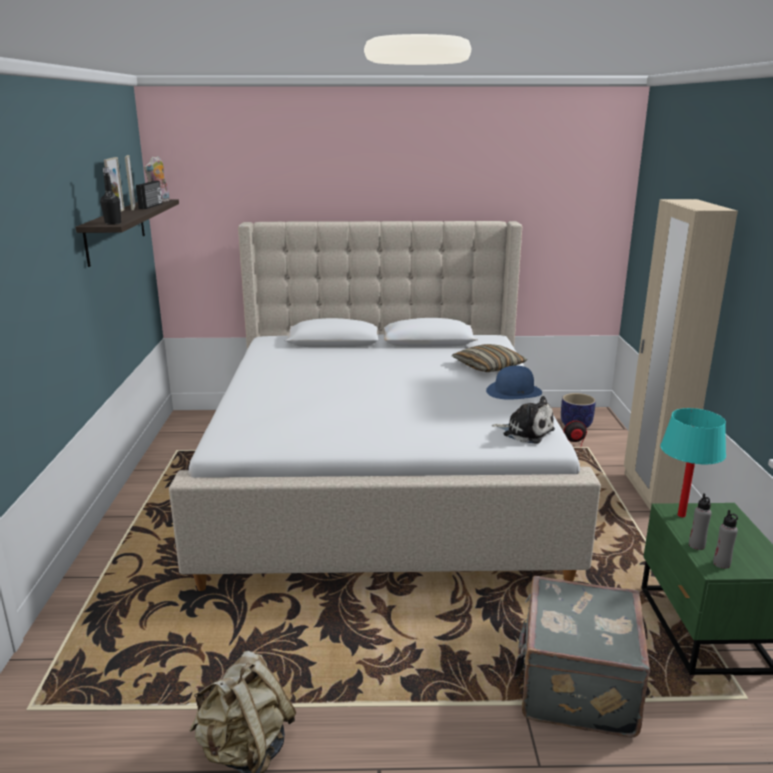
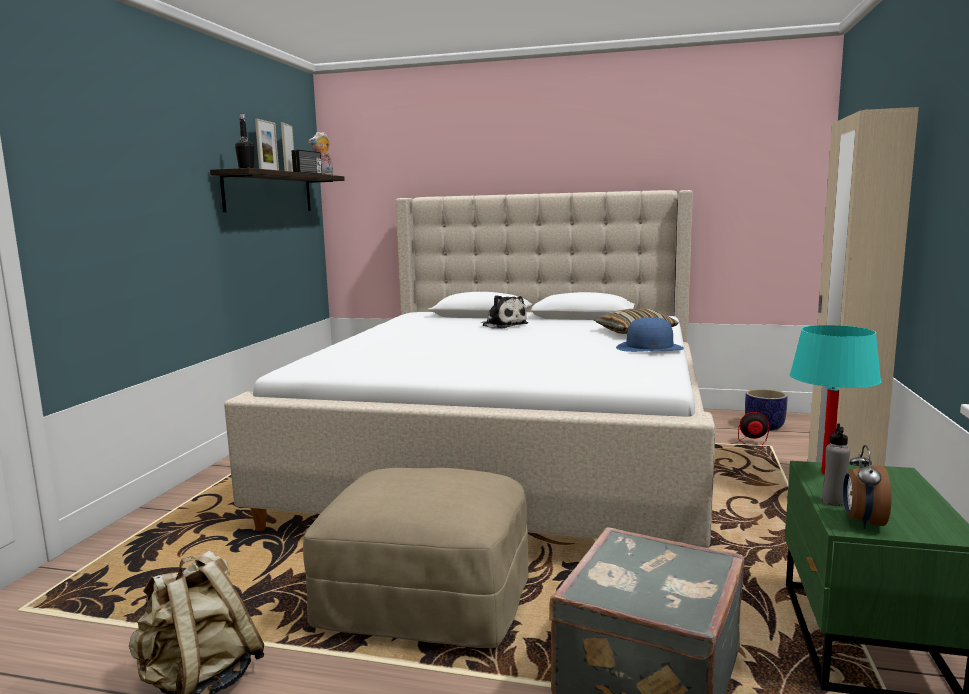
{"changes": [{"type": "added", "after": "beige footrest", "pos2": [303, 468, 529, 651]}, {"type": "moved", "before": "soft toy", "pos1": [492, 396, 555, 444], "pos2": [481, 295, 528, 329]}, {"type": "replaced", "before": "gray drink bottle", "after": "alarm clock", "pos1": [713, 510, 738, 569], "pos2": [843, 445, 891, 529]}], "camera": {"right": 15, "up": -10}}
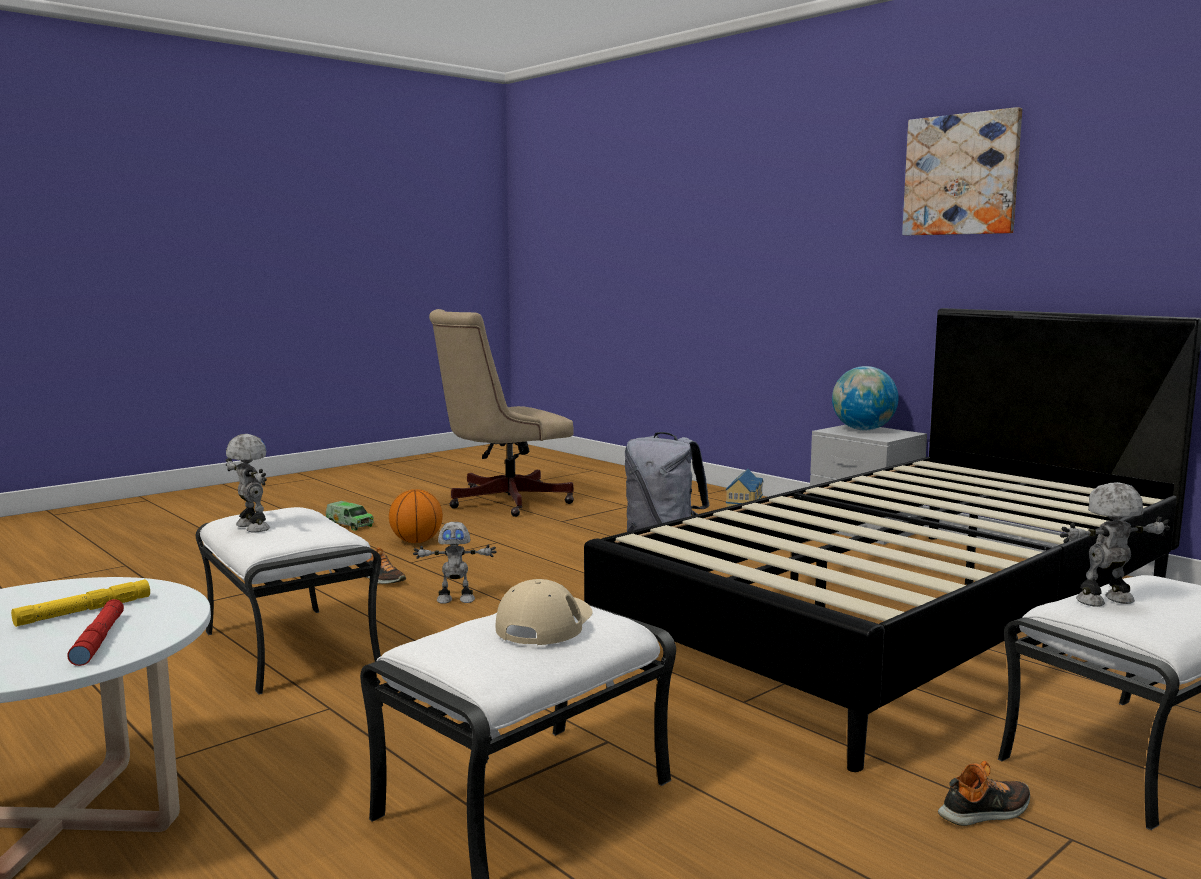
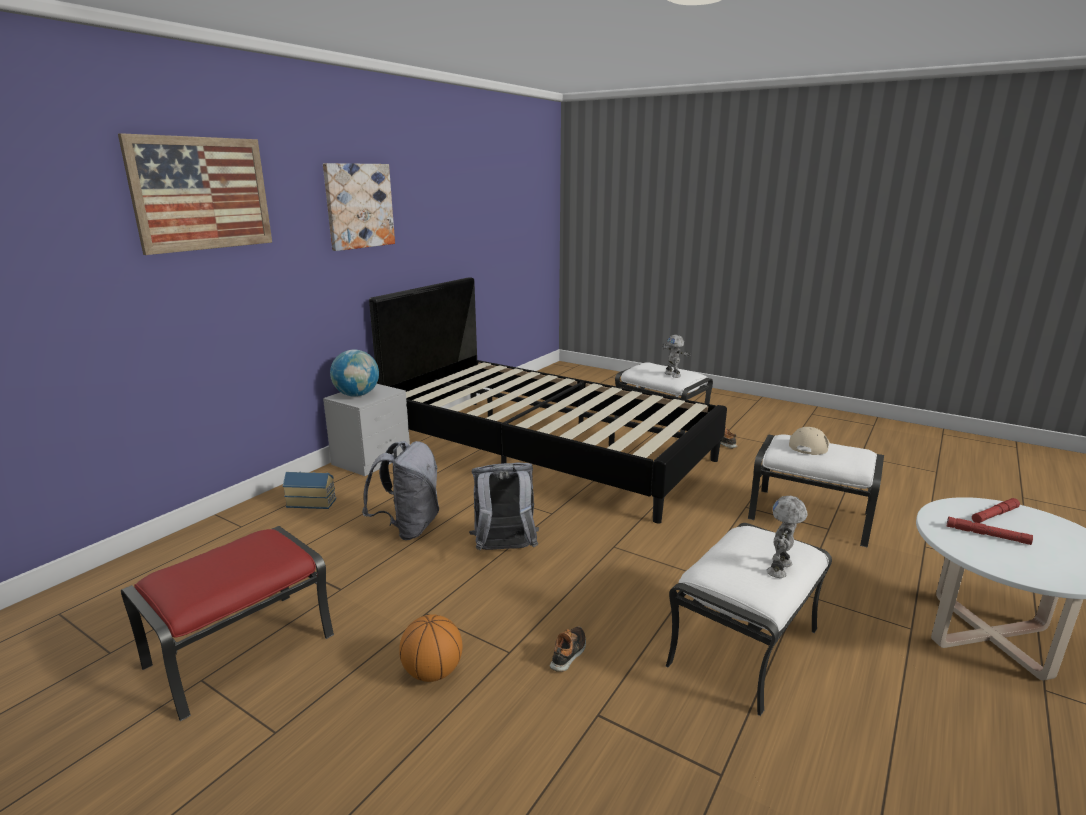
{"changes": [{"type": "added", "after": "picture", "pos2": [118, 133, 272, 255]}, {"type": "replaced", "before": "beige office chair", "after": "red footrest", "pos1": [429, 309, 574, 517], "pos2": [121, 526, 334, 721]}, {"type": "added", "after": "gray knapsack", "pos2": [469, 463, 539, 550]}, {"type": "turned", "before": "beige cap", "pos1": [496, 579, 593, 645], "pos2": [789, 427, 830, 455], "turn": 120}, {"type": "recoloured", "before": "yellow hand torch", "after": "red hand torch", "pos1": [11, 579, 150, 627], "pos2": [947, 517, 1033, 545]}, {"type": "removed", "before": "model truck", "pos1": [326, 501, 374, 531]}, {"type": "removed", "before": "model robot", "pos1": [413, 522, 497, 604]}], "camera": {"right": -105, "up": 10}}
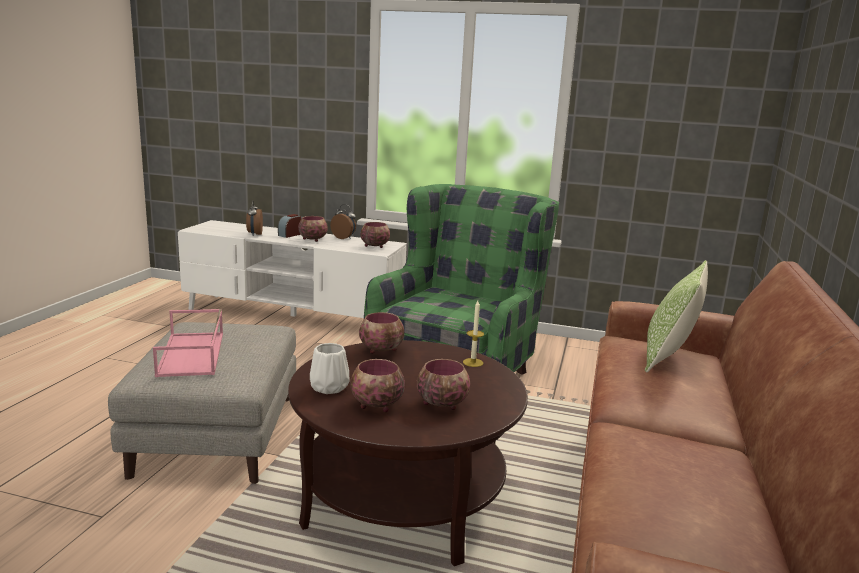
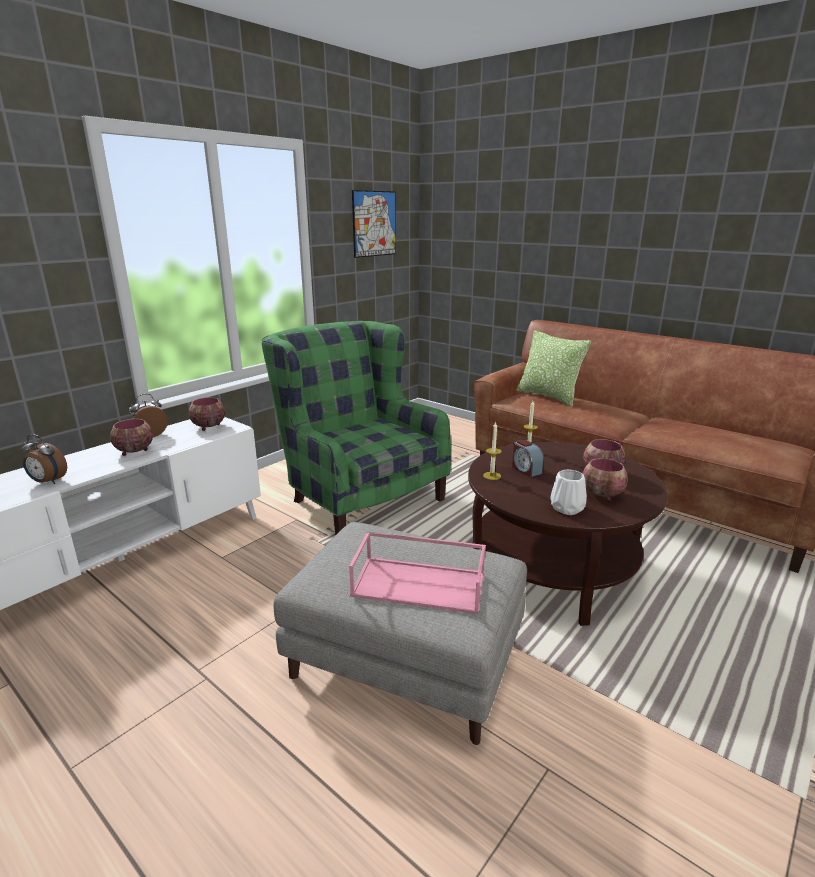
{"changes": [{"type": "added", "after": "picture", "pos2": [352, 190, 396, 258]}, {"type": "replaced", "before": "bowl", "after": "wax candle", "pos1": [359, 312, 404, 354], "pos2": [483, 421, 501, 480]}, {"type": "moved", "before": "alarm clock", "pos1": [278, 214, 301, 238], "pos2": [512, 440, 544, 477]}], "camera": {"right": -65, "up": 5}}
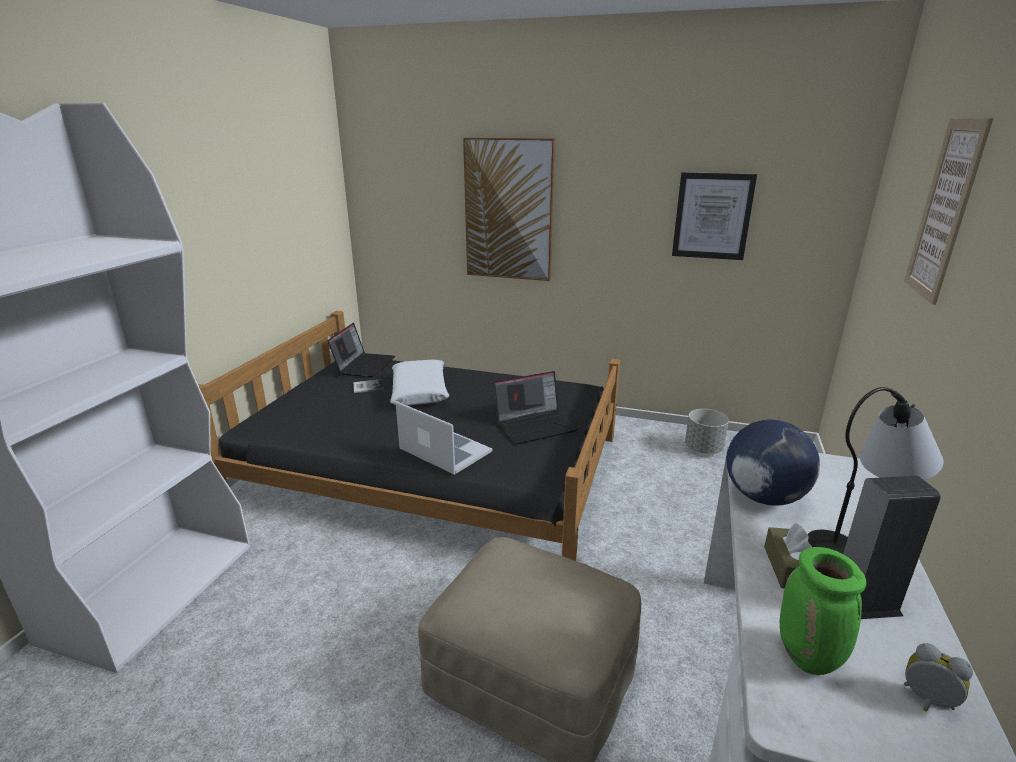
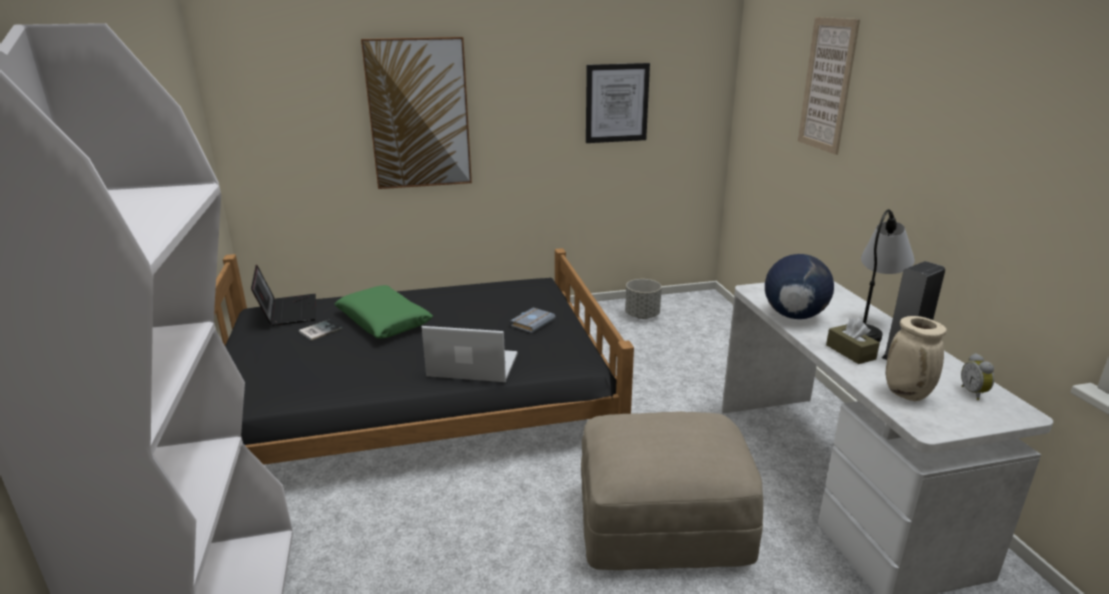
{"changes": [{"type": "recoloured", "before": "whitish cushion", "after": "green cushion", "pos1": [390, 360, 449, 405], "pos2": [334, 285, 433, 339]}, {"type": "replaced", "before": "portable computer", "after": "gray book", "pos1": [494, 371, 578, 444], "pos2": [510, 307, 556, 333]}, {"type": "recoloured", "before": "green decorative vase", "after": "beige decorative vase", "pos1": [780, 547, 866, 675], "pos2": [886, 316, 947, 401]}, {"type": "turned", "before": "alarm clock", "pos1": [904, 643, 973, 712], "pos2": [961, 353, 994, 400], "turn": -105}], "camera": {"right": -30, "up": 0}}
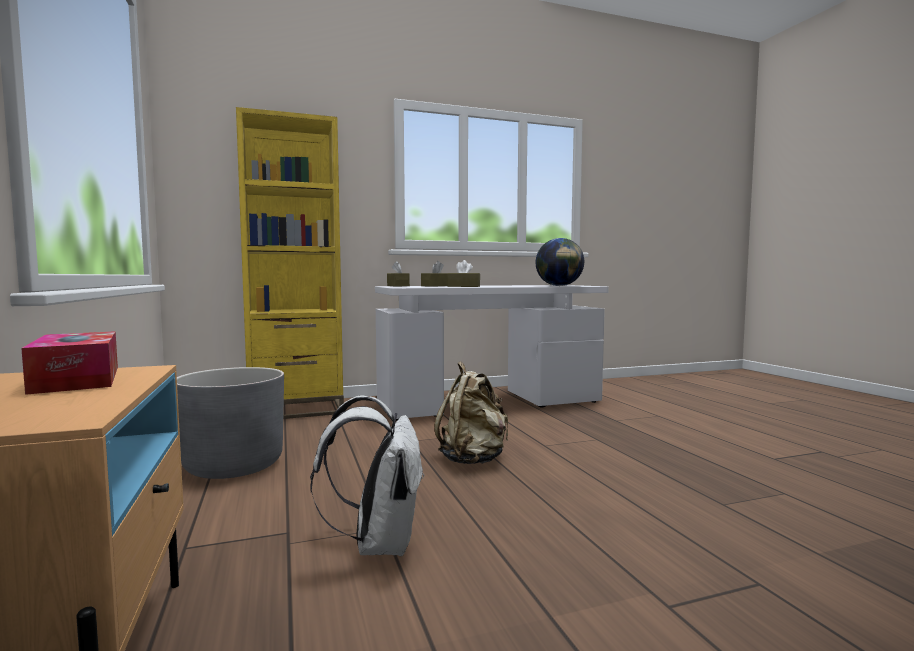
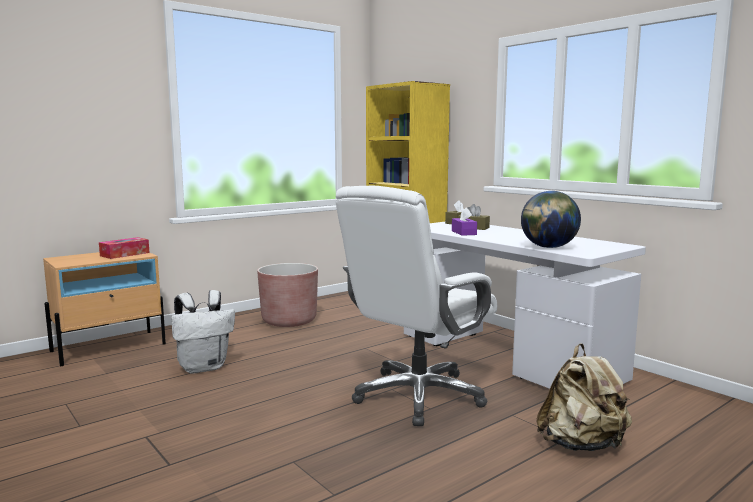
{"changes": [{"type": "recoloured", "before": "gray planter", "after": "brown-coloured planter", "pos1": [177, 367, 284, 479], "pos2": [257, 263, 318, 327]}, {"type": "added", "after": "whitish office chair", "pos2": [336, 186, 497, 426]}, {"type": "recoloured", "before": "brown-coloured box of tissues", "after": "purple-coloured box of tissues", "pos1": [447, 260, 480, 287], "pos2": [452, 208, 477, 236]}, {"type": "moved", "before": "beige knapsack", "pos1": [434, 362, 508, 464], "pos2": [536, 343, 632, 451]}], "camera": {"right": 70, "up": 5}}
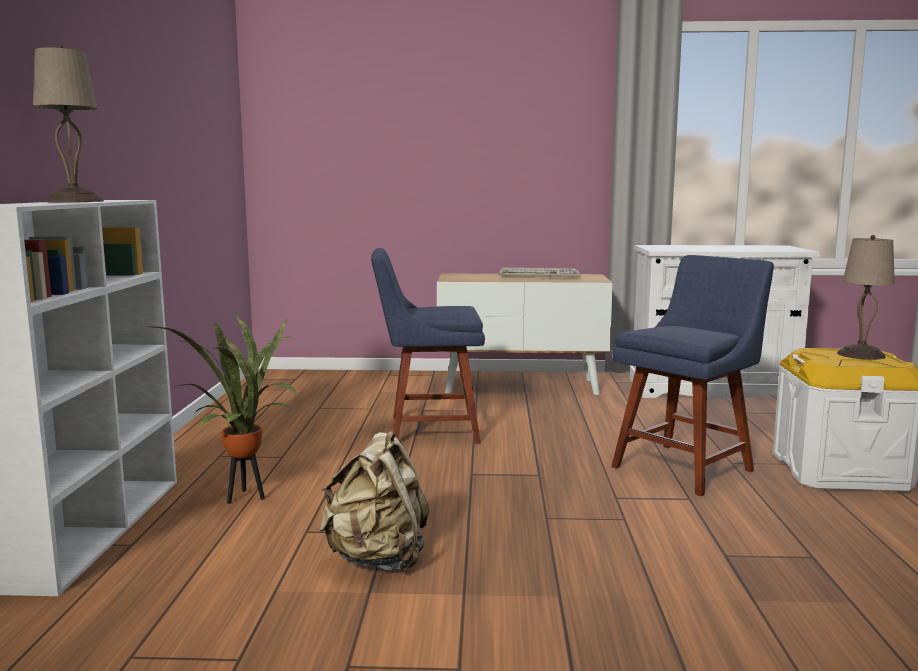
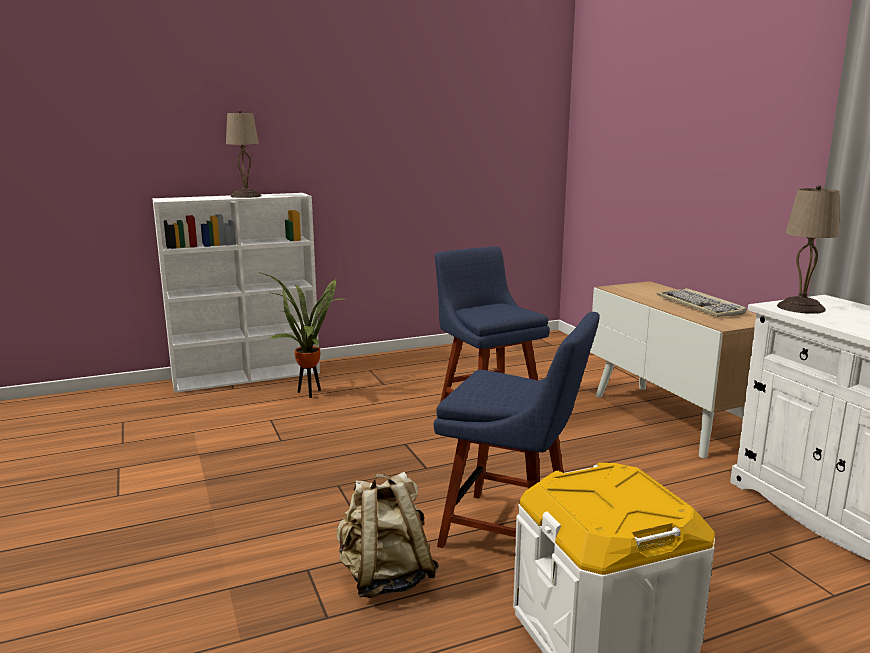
{"changes": [{"type": "moved", "before": "beige knapsack", "pos1": [319, 431, 429, 572], "pos2": [337, 472, 439, 598]}, {"type": "moved", "before": "beige lamp for a table", "pos1": [837, 235, 895, 360], "pos2": [777, 185, 840, 314]}], "camera": {"right": 65, "up": 5}}
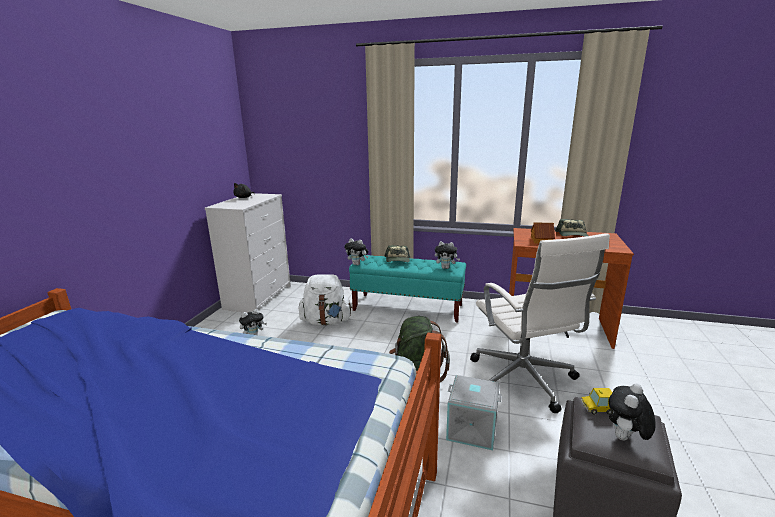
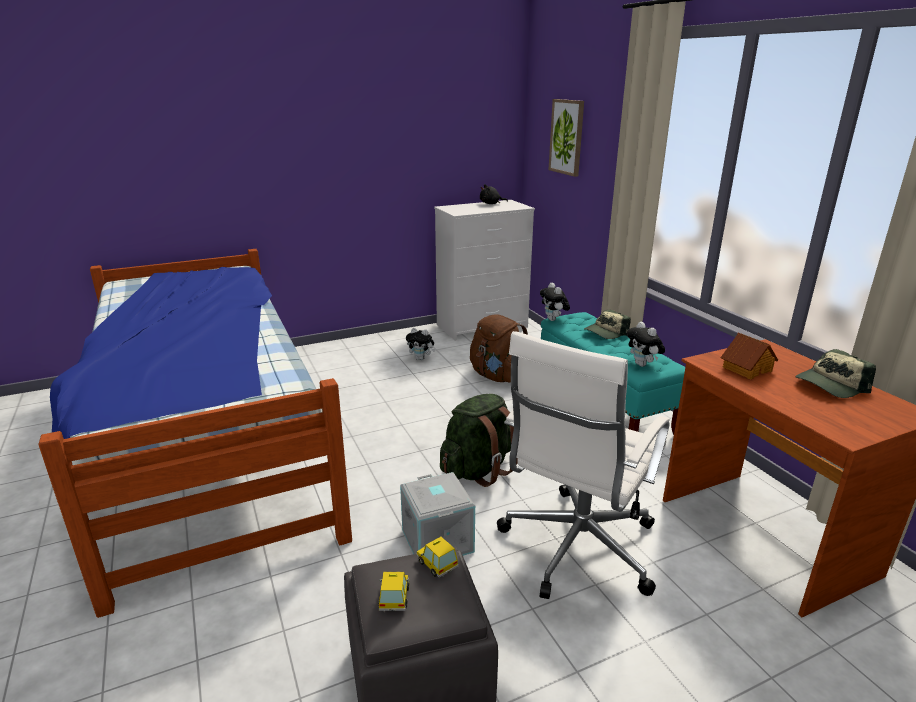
{"changes": [{"type": "replaced", "before": "soft toy", "after": "miniature car", "pos1": [609, 384, 656, 441], "pos2": [378, 572, 410, 612]}, {"type": "recoloured", "before": "whitish knapsack", "after": "brown-coloured knapsack", "pos1": [299, 274, 352, 326], "pos2": [470, 314, 528, 383]}, {"type": "added", "after": "picture", "pos2": [548, 99, 584, 177]}], "camera": {"right": 50, "up": 5}}
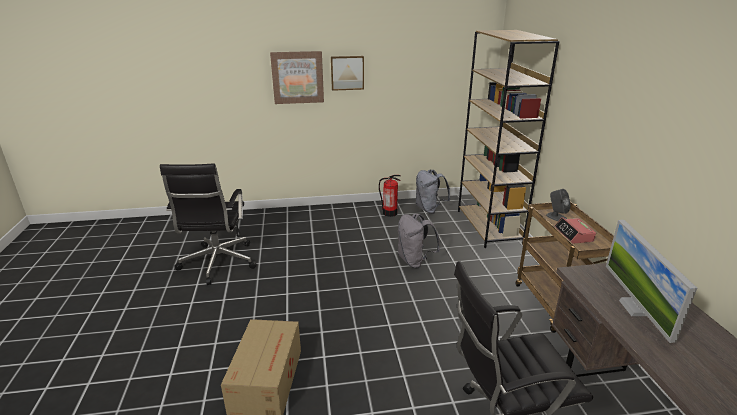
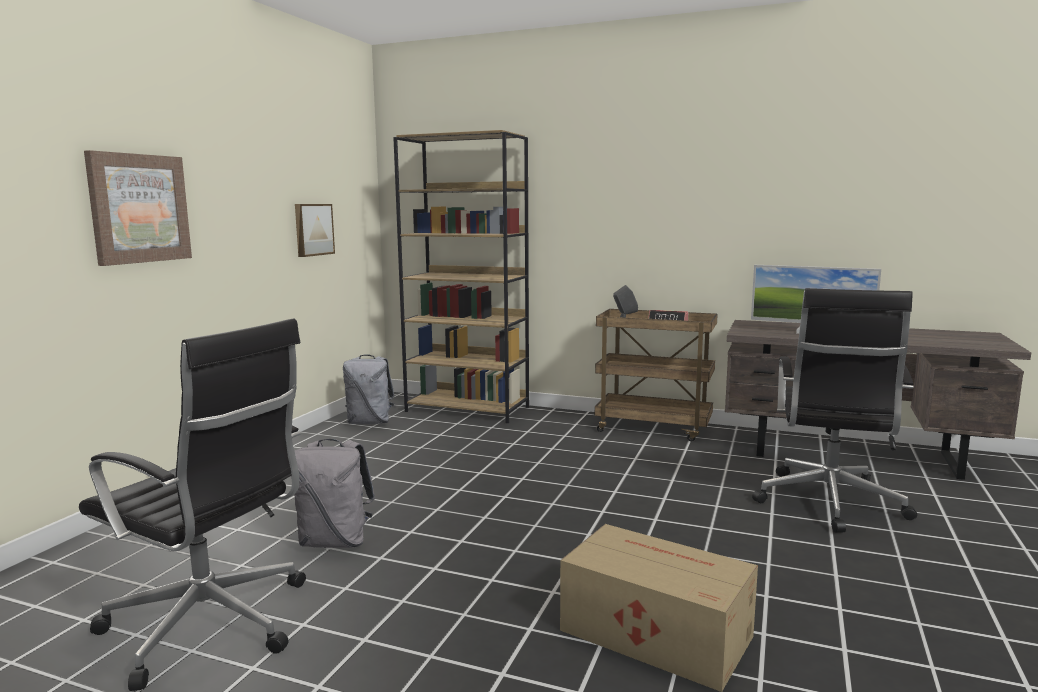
{"changes": [{"type": "moved", "before": "gray knapsack", "pos1": [398, 213, 440, 268], "pos2": [291, 439, 375, 548]}, {"type": "moved", "before": "picture", "pos1": [331, 56, 364, 91], "pos2": [295, 204, 335, 257]}, {"type": "removed", "before": "fire extinguisher", "pos1": [379, 175, 401, 217]}], "camera": {"right": -60, "up": -15}}
